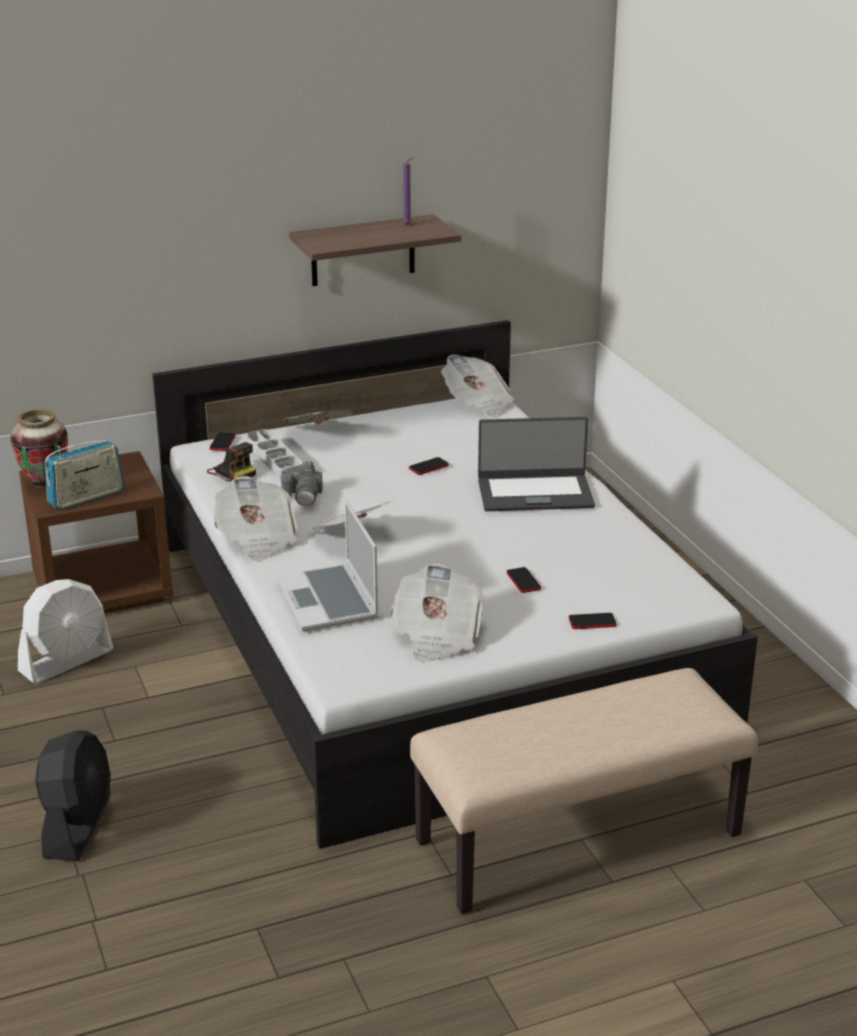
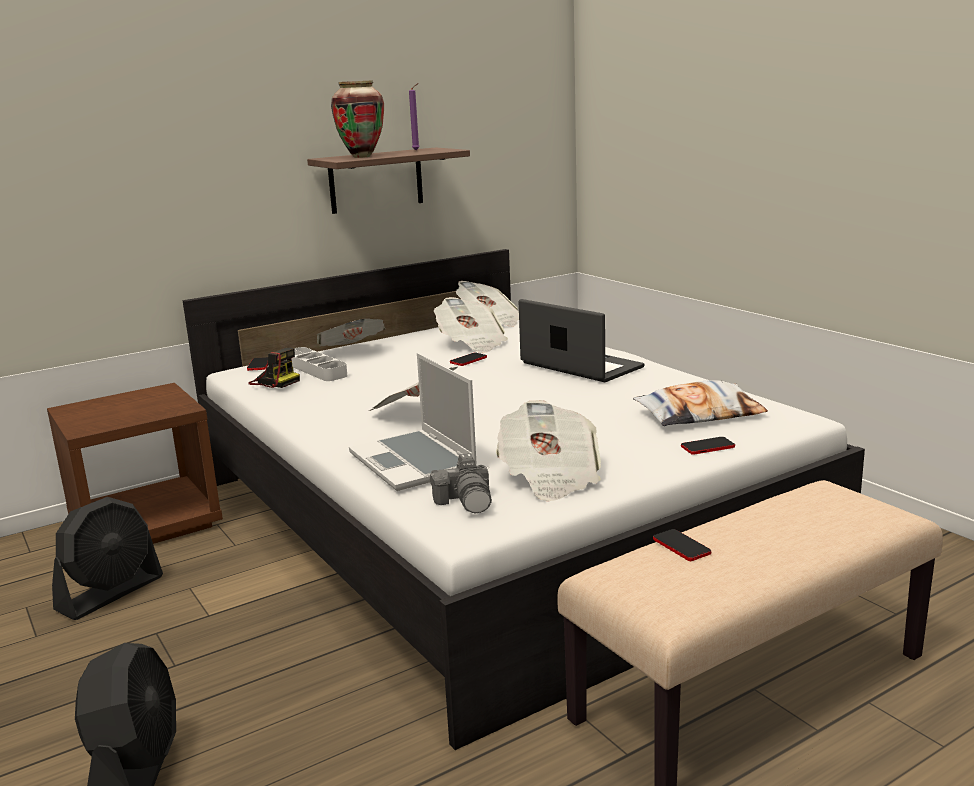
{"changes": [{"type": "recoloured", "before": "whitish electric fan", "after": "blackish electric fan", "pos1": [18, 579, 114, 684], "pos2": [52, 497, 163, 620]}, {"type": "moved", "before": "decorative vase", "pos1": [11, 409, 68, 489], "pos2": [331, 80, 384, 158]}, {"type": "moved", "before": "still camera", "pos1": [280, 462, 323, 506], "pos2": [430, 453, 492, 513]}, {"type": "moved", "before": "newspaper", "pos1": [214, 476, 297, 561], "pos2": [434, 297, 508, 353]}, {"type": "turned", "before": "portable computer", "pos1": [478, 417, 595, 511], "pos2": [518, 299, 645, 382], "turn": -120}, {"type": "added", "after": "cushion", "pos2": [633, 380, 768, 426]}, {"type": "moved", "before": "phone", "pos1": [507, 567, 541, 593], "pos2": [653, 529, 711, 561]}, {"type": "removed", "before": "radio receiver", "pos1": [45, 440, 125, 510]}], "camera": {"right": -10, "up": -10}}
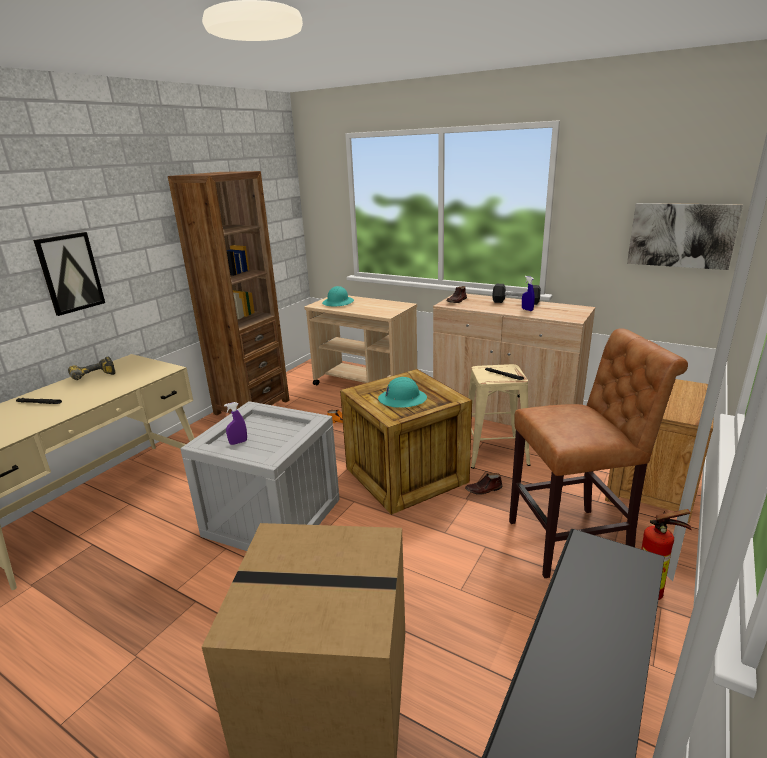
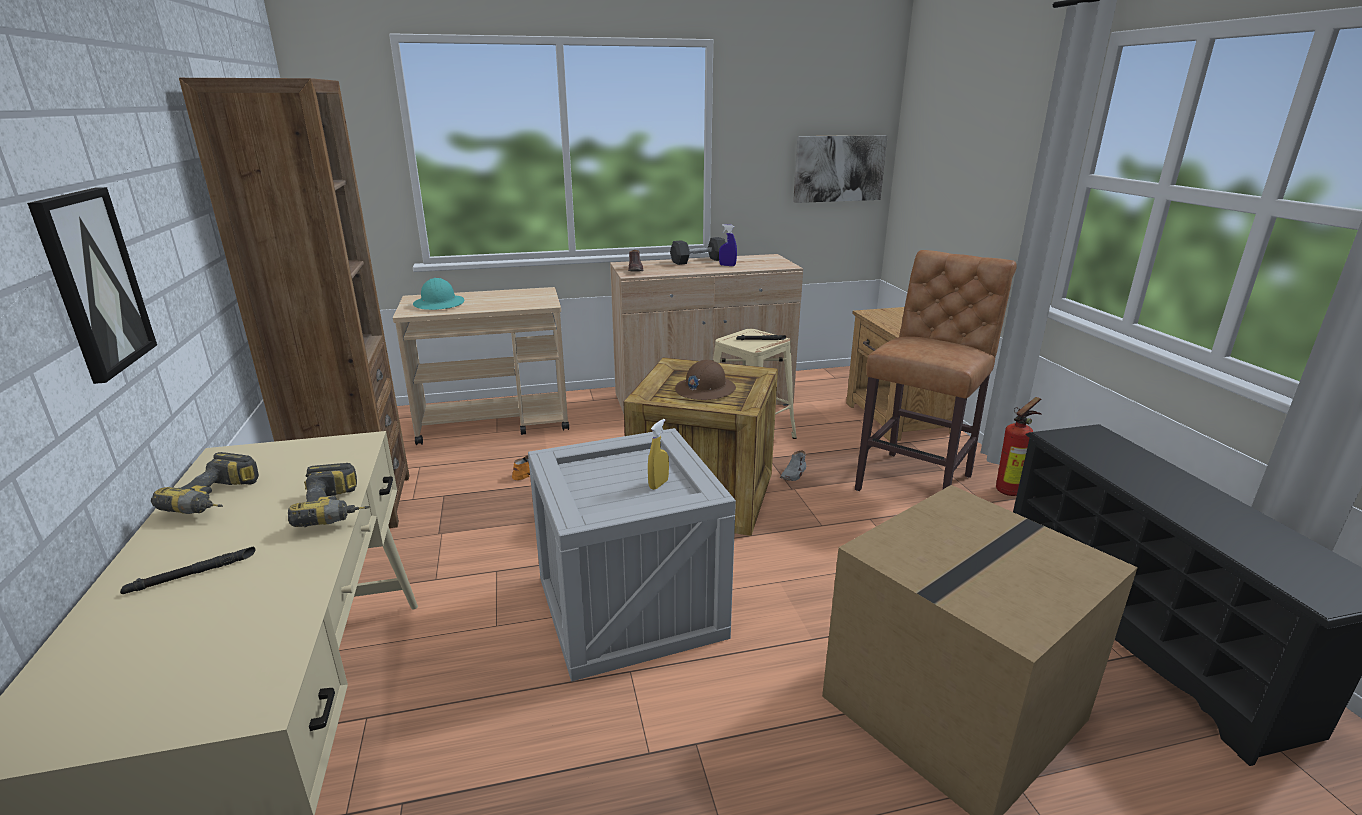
{"changes": [{"type": "added", "after": "drill", "pos2": [288, 463, 370, 527]}, {"type": "added", "after": "yellow spray bottle", "pos2": [648, 419, 669, 490]}, {"type": "recoloured", "before": "turquoise-coloured work helmet", "after": "brown-coloured work helmet", "pos1": [378, 377, 427, 408], "pos2": [675, 360, 736, 400]}, {"type": "recoloured", "before": "brown-coloured item of footwear", "after": "gray item of footwear", "pos1": [465, 473, 503, 495], "pos2": [780, 450, 806, 481]}, {"type": "removed", "before": "purple-coloured spray bottle", "pos1": [224, 402, 247, 445]}], "camera": {"right": -45, "up": 0}}
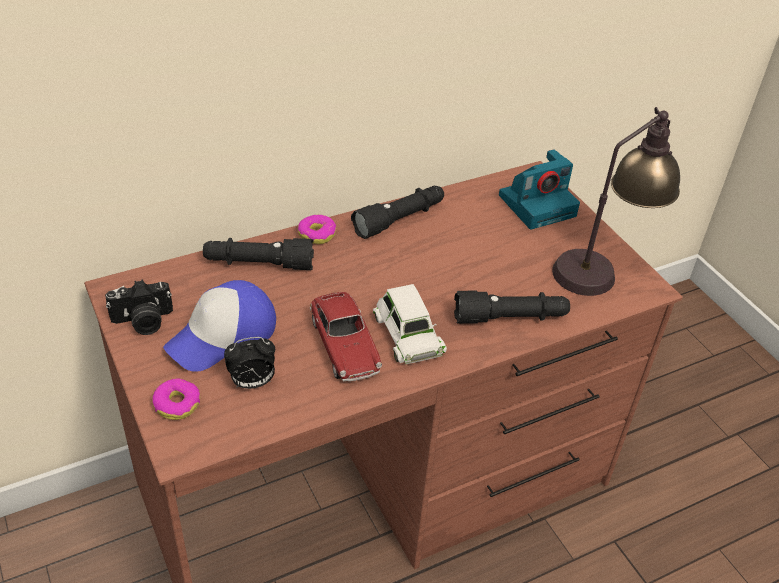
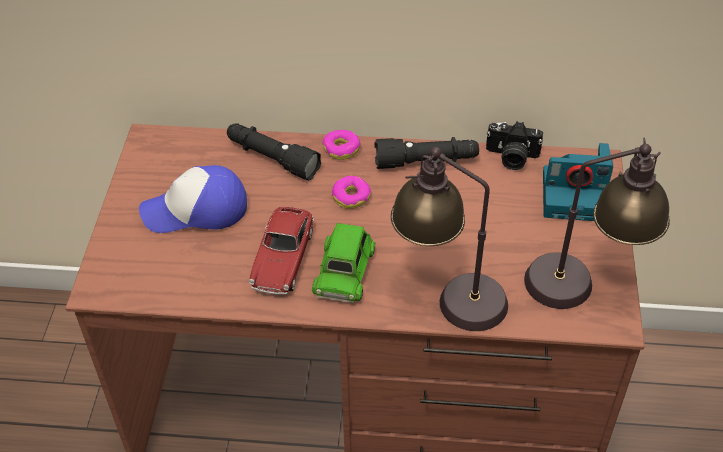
{"changes": [{"type": "recoloured", "before": "whitish miniature car", "after": "green miniature car", "pos1": [373, 284, 447, 364], "pos2": [312, 223, 375, 303]}, {"type": "moved", "before": "ring doughnut", "pos1": [152, 379, 200, 420], "pos2": [332, 176, 371, 209]}, {"type": "replaced", "before": "blackish hand torch", "after": "lamp for a table", "pos1": [454, 291, 570, 324], "pos2": [391, 147, 508, 331]}, {"type": "moved", "before": "still camera", "pos1": [105, 280, 173, 335], "pos2": [486, 121, 543, 170]}, {"type": "removed", "before": "alarm clock", "pos1": [224, 337, 275, 389]}], "camera": {"right": 35, "up": 5}}
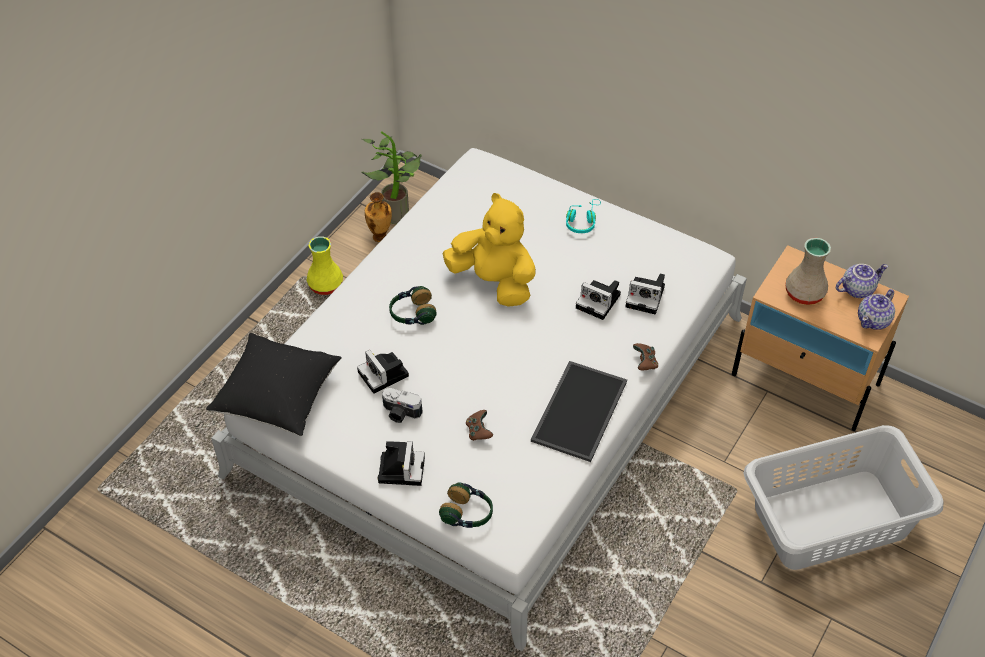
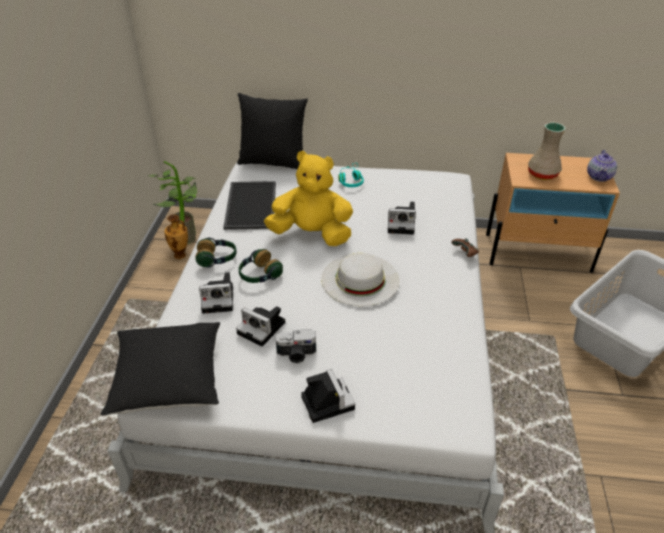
{"changes": [{"type": "moved", "before": "headset", "pos1": [439, 482, 493, 528], "pos2": [195, 238, 237, 268]}, {"type": "moved", "before": "still camera", "pos1": [626, 273, 665, 314], "pos2": [199, 272, 233, 314]}, {"type": "moved", "before": "tray", "pos1": [531, 361, 627, 462], "pos2": [223, 181, 276, 230]}, {"type": "added", "after": "blackish cushion", "pos2": [237, 93, 308, 169]}, {"type": "added", "after": "whitish clothing hat", "pos2": [321, 253, 400, 306]}, {"type": "removed", "before": "yellow decorative vase", "pos1": [307, 236, 343, 295]}, {"type": "removed", "before": "brown-coloured game controller", "pos1": [466, 410, 493, 441]}, {"type": "removed", "before": "pot for tea", "pos1": [836, 264, 888, 298]}], "camera": {"right": -25, "up": -10}}
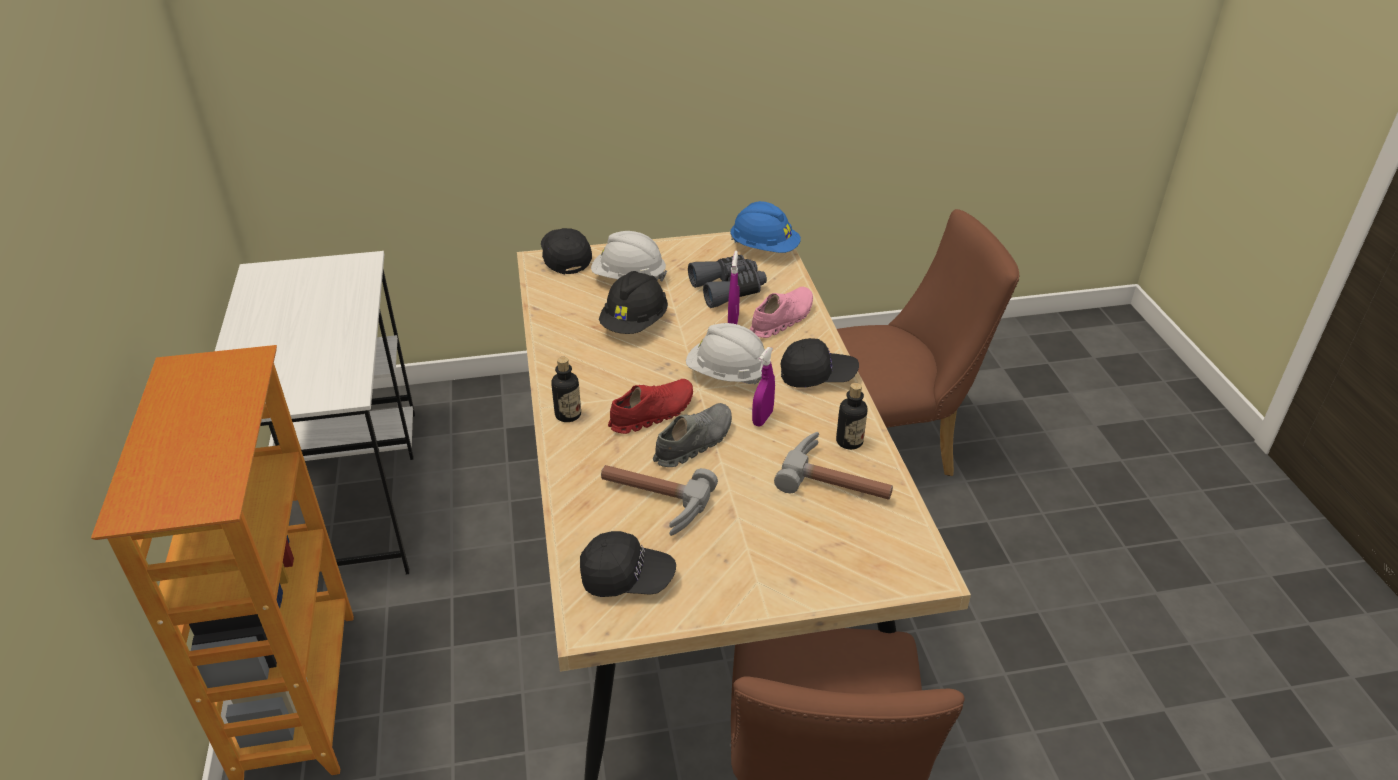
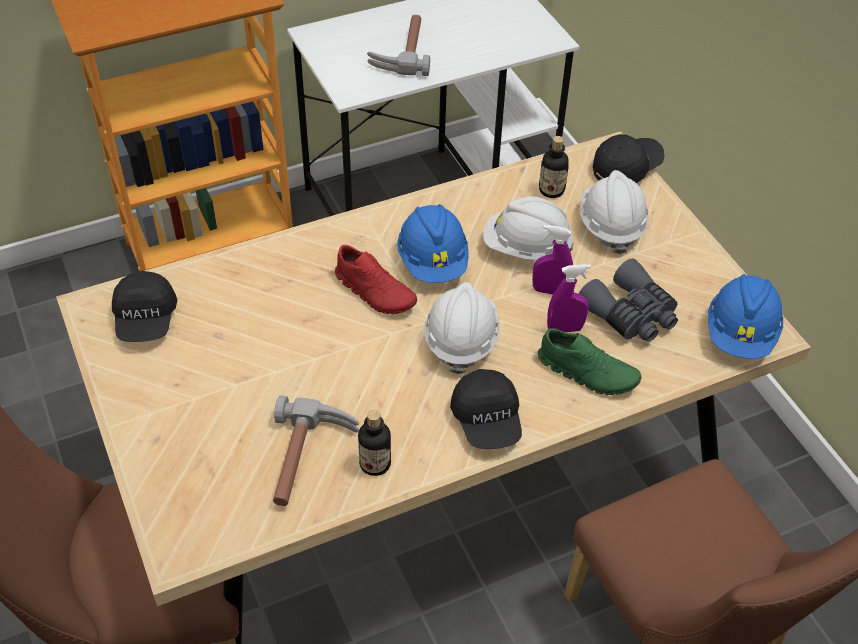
{"changes": [{"type": "moved", "before": "tool hammer", "pos1": [601, 465, 718, 536], "pos2": [367, 15, 430, 76]}, {"type": "added", "after": "blue-coloured work helmet", "pos2": [397, 204, 469, 283]}, {"type": "recoloured", "before": "blackish work helmet", "after": "whitish work helmet", "pos1": [599, 271, 668, 334], "pos2": [483, 196, 574, 260]}, {"type": "moved", "before": "purple-coloured spray bottle", "pos1": [752, 347, 775, 427], "pos2": [532, 225, 573, 295]}, {"type": "recoloured", "before": "pink-coloured item of footwear", "after": "green item of footwear", "pos1": [749, 287, 813, 338], "pos2": [538, 328, 642, 395]}, {"type": "moved", "before": "drink bottle", "pos1": [551, 357, 581, 422], "pos2": [539, 136, 569, 198]}, {"type": "removed", "before": "gray item of footwear", "pos1": [653, 403, 732, 467]}], "camera": {"right": 75, "up": 10}}
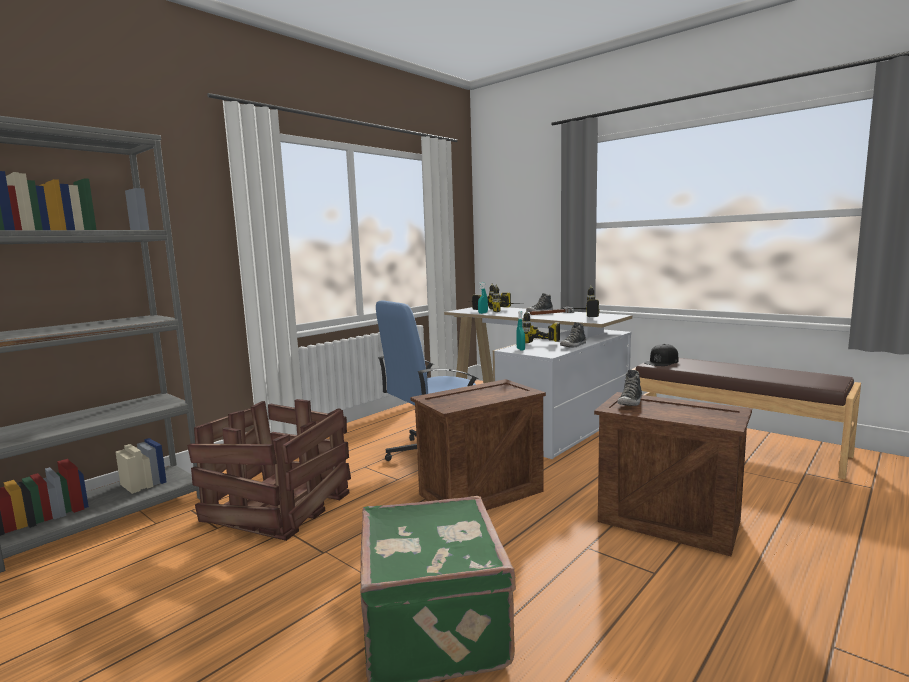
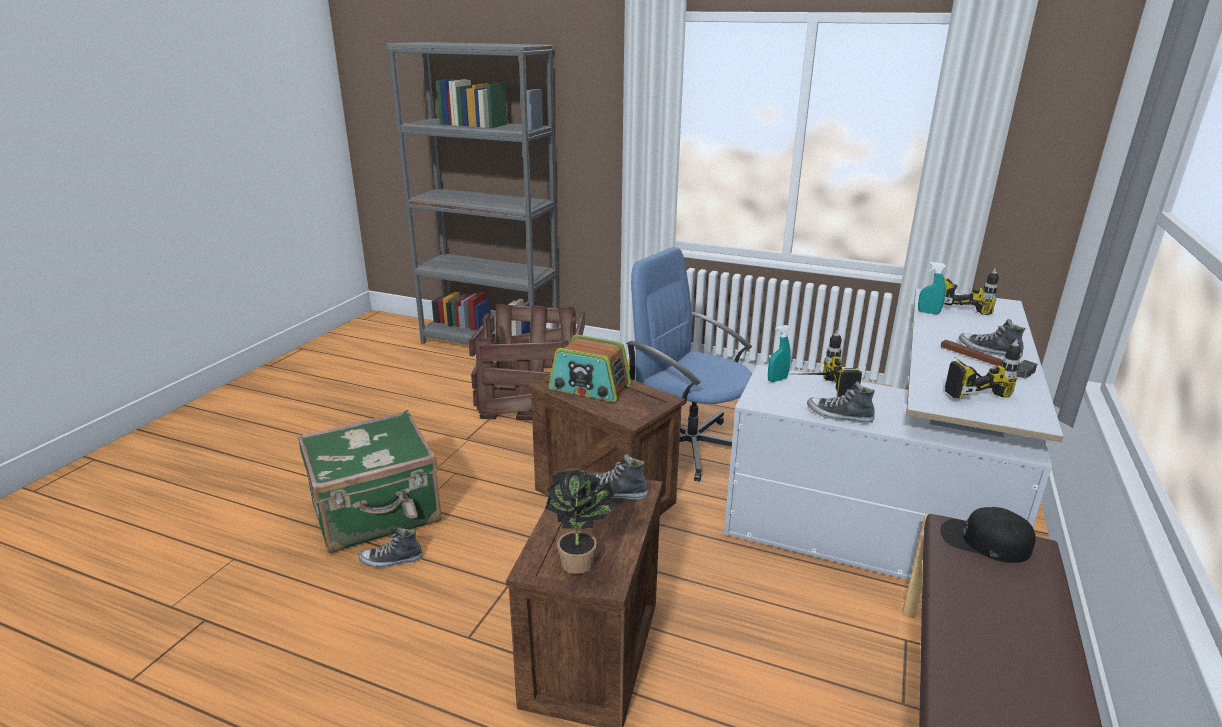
{"changes": [{"type": "added", "after": "item of footwear", "pos2": [359, 527, 423, 568]}, {"type": "added", "after": "houseplant", "pos2": [545, 469, 623, 574]}, {"type": "added", "after": "radio receiver", "pos2": [549, 334, 631, 402]}, {"type": "removed", "before": "drill", "pos1": [492, 284, 524, 312]}], "camera": {"right": 70, "up": 15}}
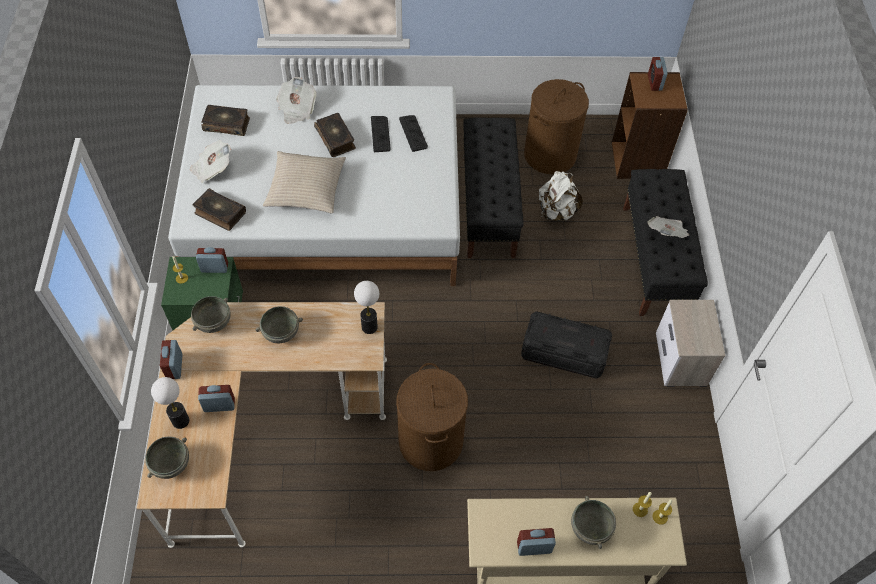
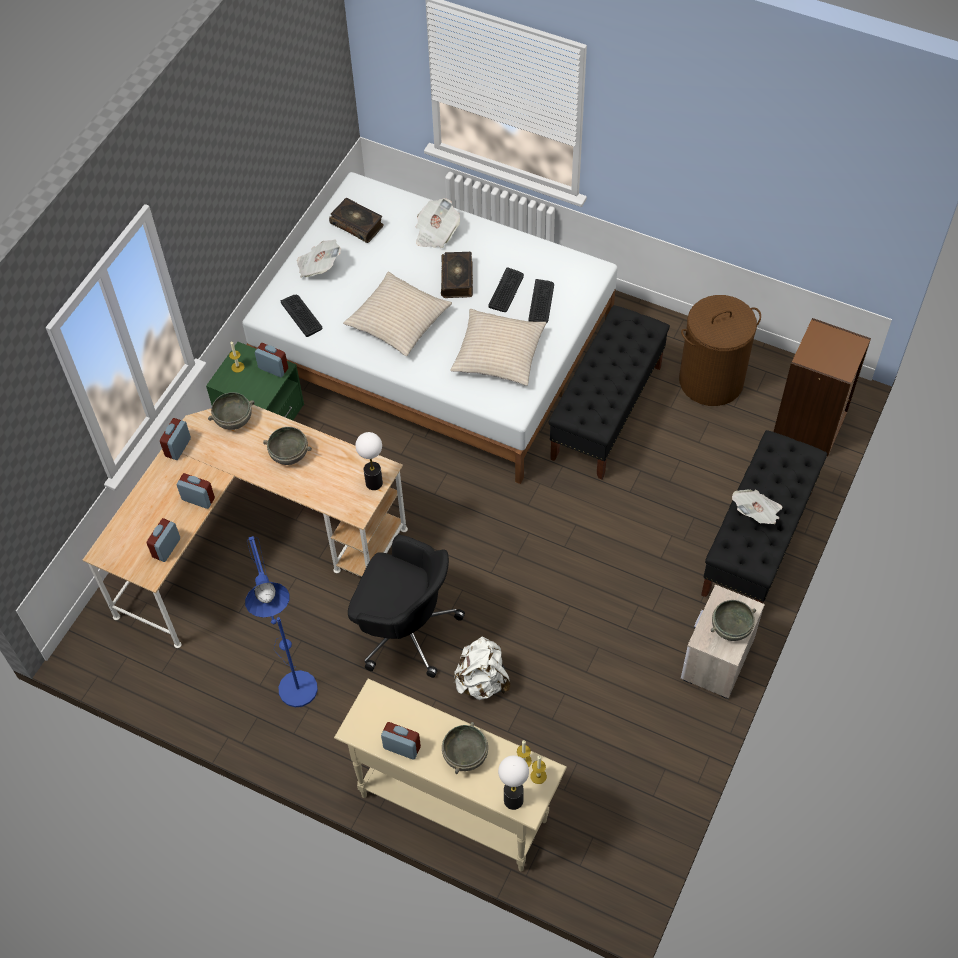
{"changes": [{"type": "moved", "before": "alarm clock", "pos1": [648, 57, 668, 91], "pos2": [147, 518, 180, 562]}, {"type": "added", "after": "blue-coloured standard lamp", "pos2": [245, 536, 318, 707]}, {"type": "replaced", "before": "book", "after": "keyboard", "pos1": [193, 188, 246, 231], "pos2": [281, 295, 323, 337]}, {"type": "replaced", "before": "brown-coloured laundry basket", "after": "blackish office chair", "pos1": [396, 363, 468, 471], "pos2": [348, 535, 465, 678]}, {"type": "added", "after": "beige cushion", "pos2": [450, 309, 546, 386]}, {"type": "moved", "before": "whitish knapsack", "pos1": [539, 171, 583, 221], "pos2": [454, 637, 510, 700]}, {"type": "moved", "before": "lamp for a table", "pos1": [151, 377, 189, 429], "pos2": [498, 755, 529, 810]}, {"type": "moved", "before": "gray bowl", "pos1": [145, 437, 189, 479], "pos2": [711, 600, 756, 641]}, {"type": "removed", "before": "blackish storage box", "pos1": [521, 311, 612, 379]}], "camera": {"right": 30, "up": 0}}
